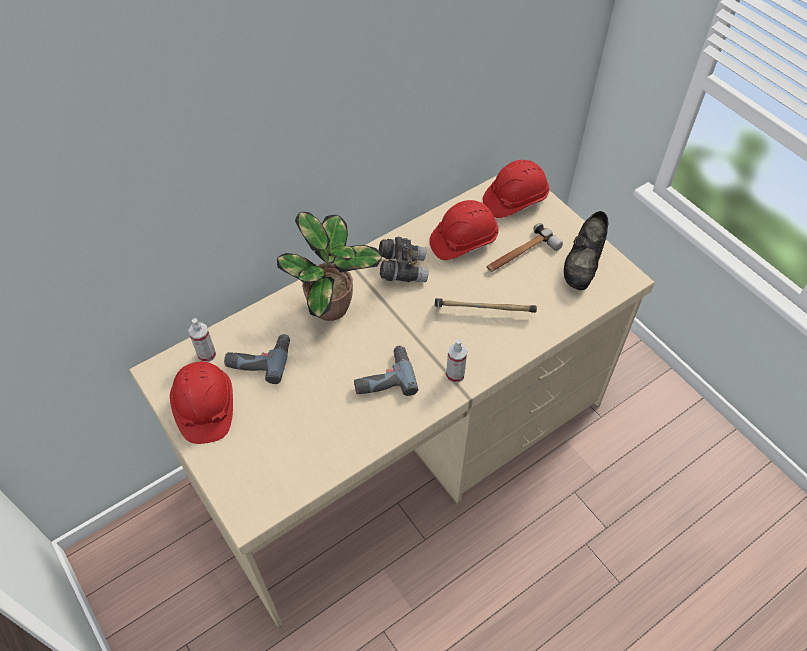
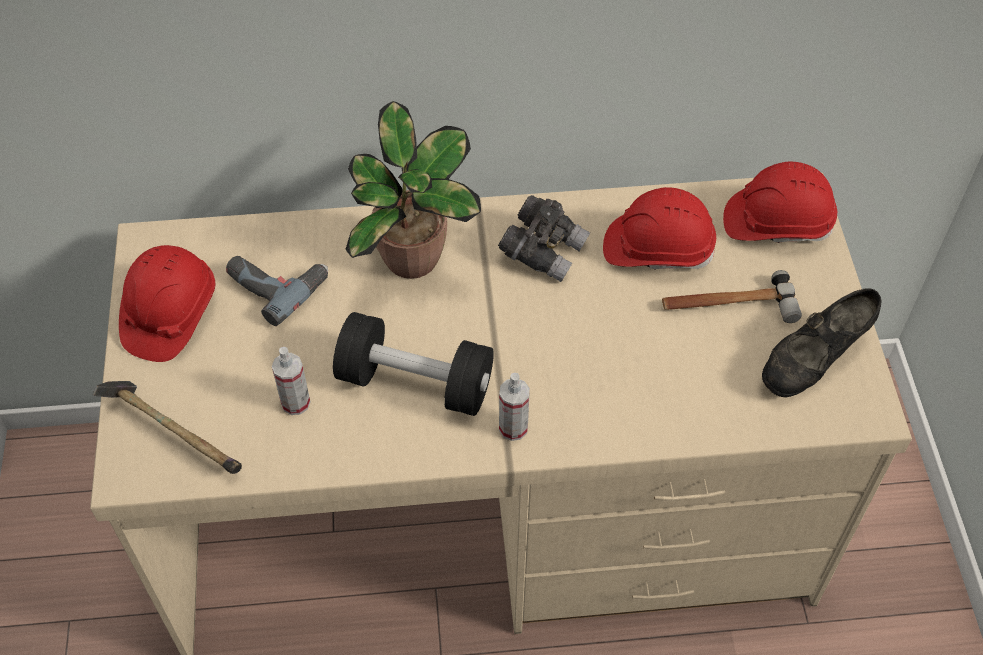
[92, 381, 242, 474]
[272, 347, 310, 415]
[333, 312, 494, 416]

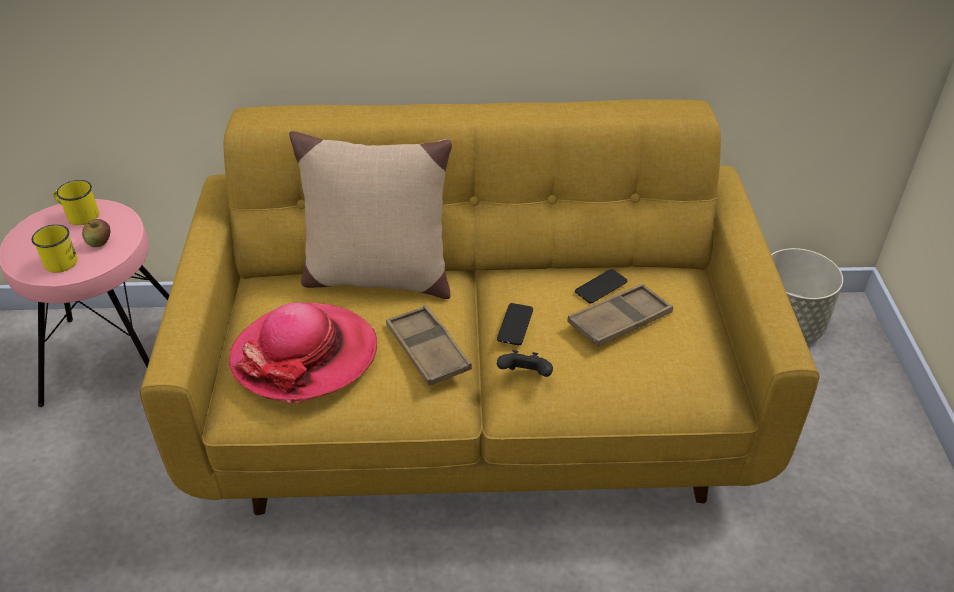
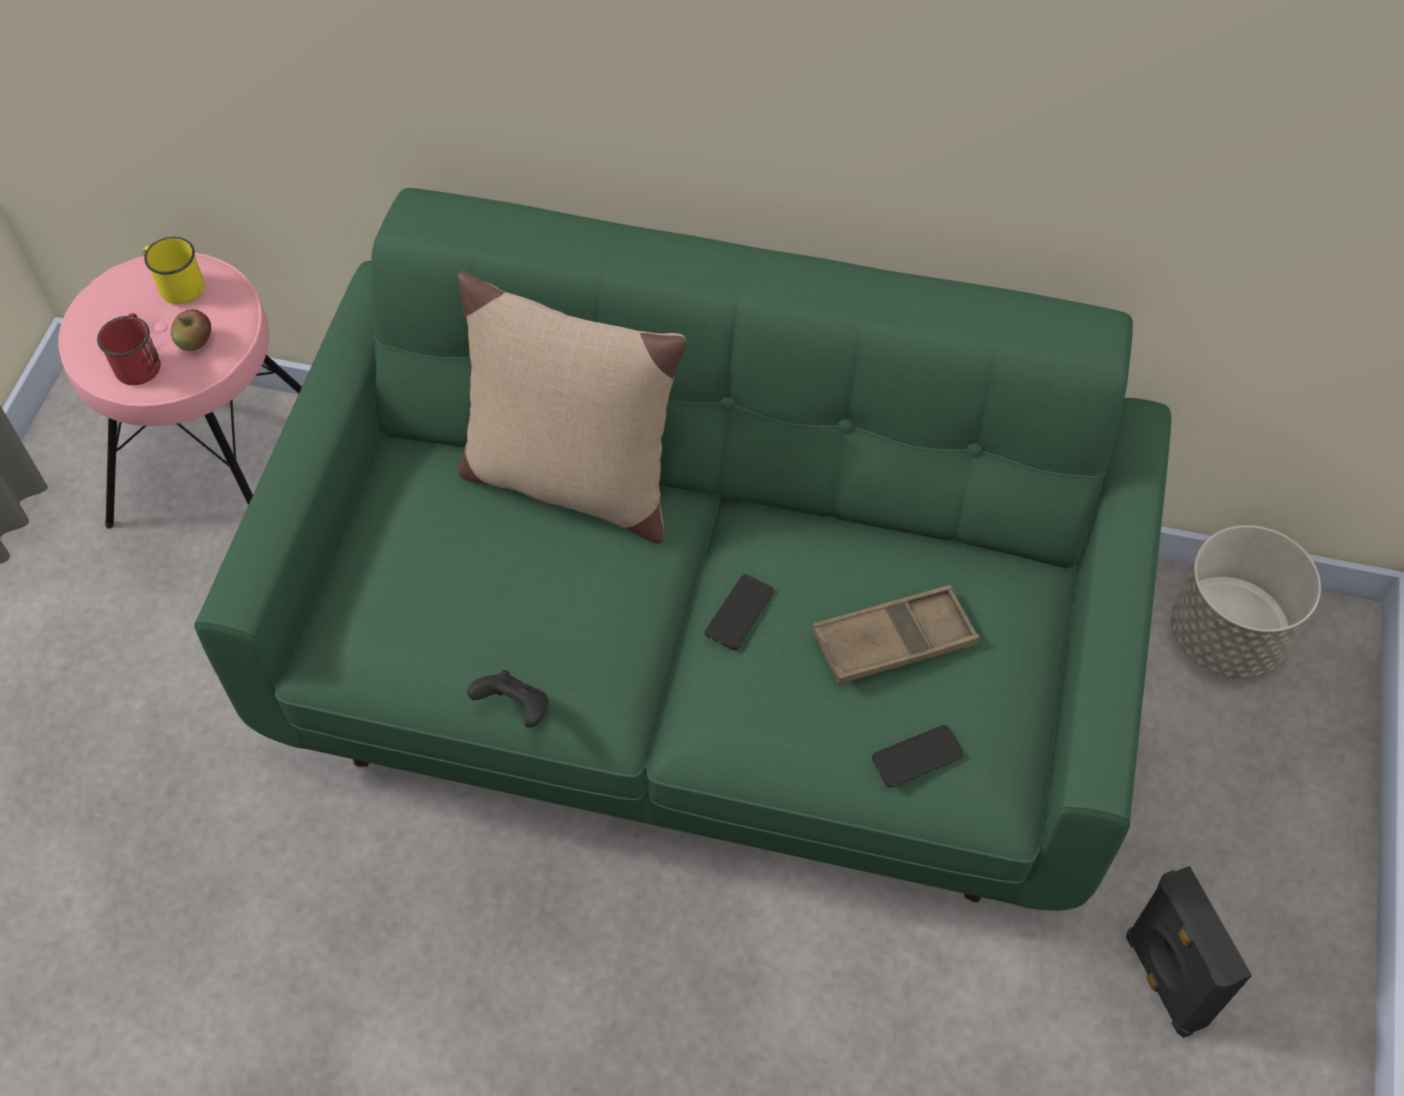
[194, 188, 1171, 911]
[97, 313, 161, 385]
[872, 725, 964, 787]
[229, 302, 377, 403] (first image)
[386, 305, 472, 386] (first image)
[467, 670, 549, 728]
[1126, 866, 1252, 1038]

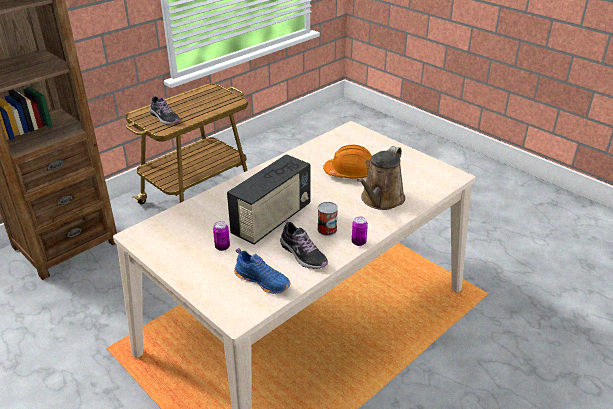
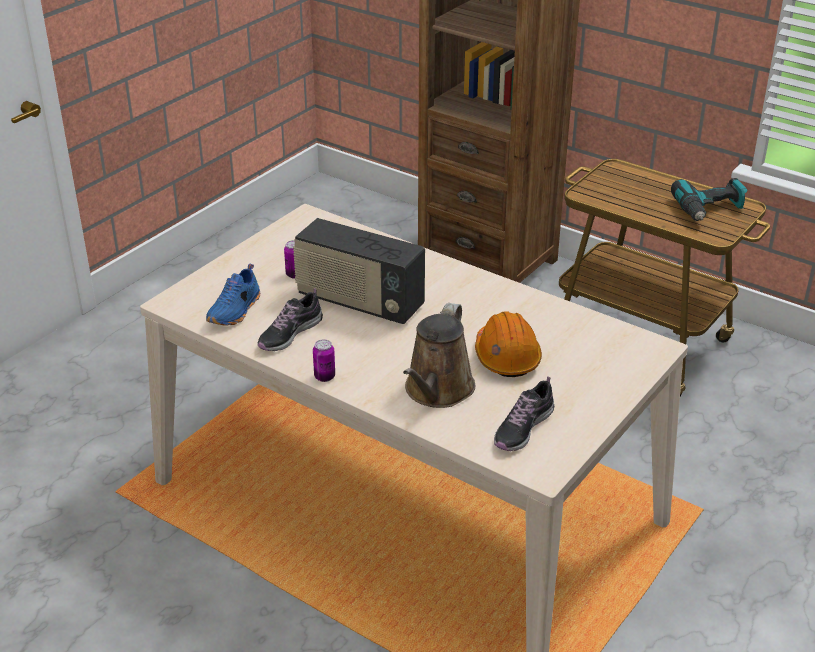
[494, 376, 554, 451]
[403, 303, 475, 408]
[318, 202, 338, 236] (first image)
[671, 178, 748, 221]

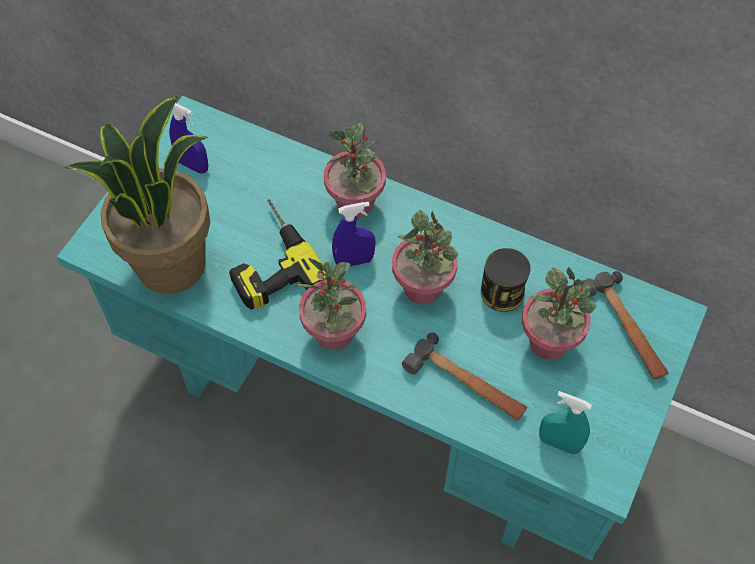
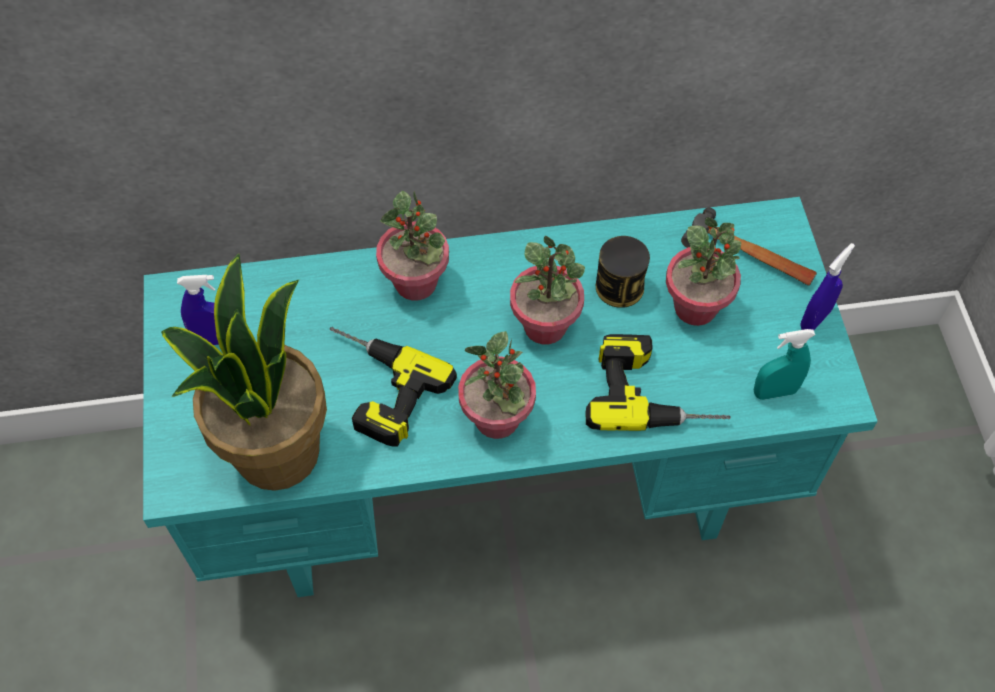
[800, 243, 855, 330]
[586, 334, 731, 431]

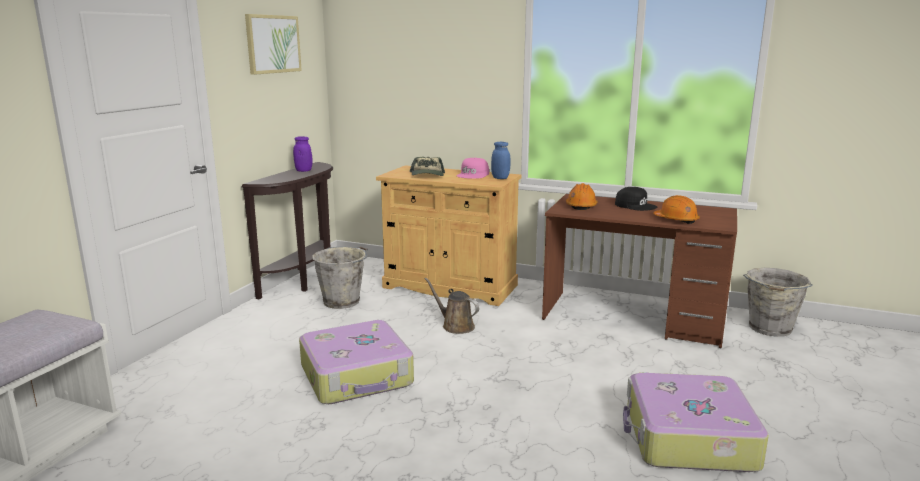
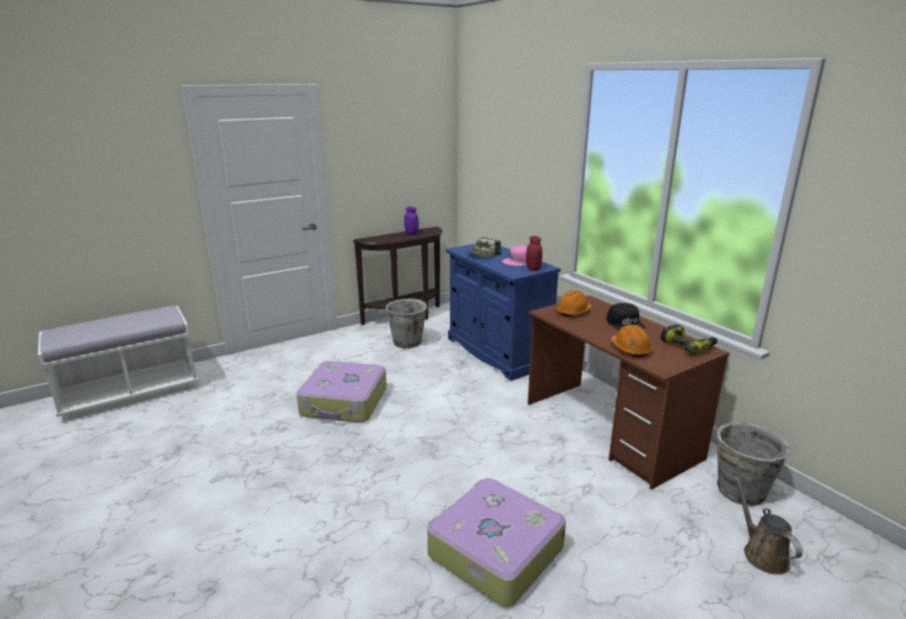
[245, 14, 302, 75] (first image)
[526, 236, 542, 271]
[445, 244, 561, 381]
[735, 477, 803, 575]
[661, 324, 717, 354]

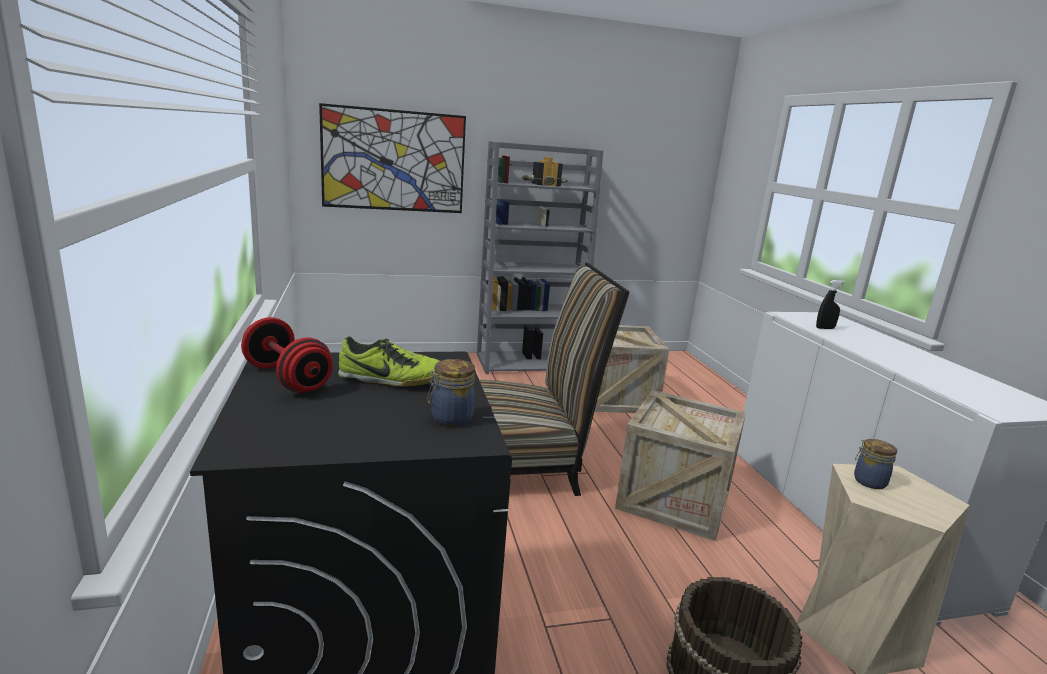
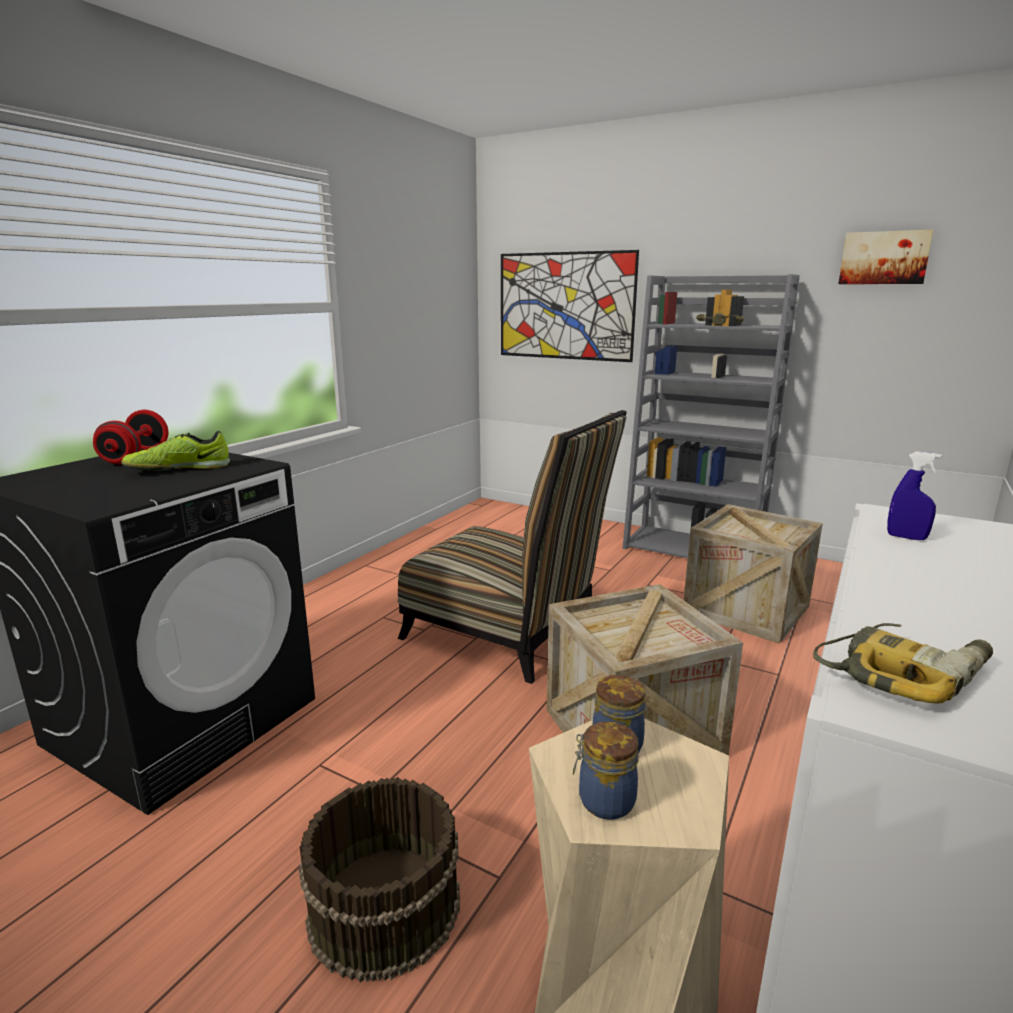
[887, 451, 942, 540]
[121, 431, 230, 470]
[573, 721, 639, 820]
[839, 230, 933, 284]
[813, 623, 993, 704]

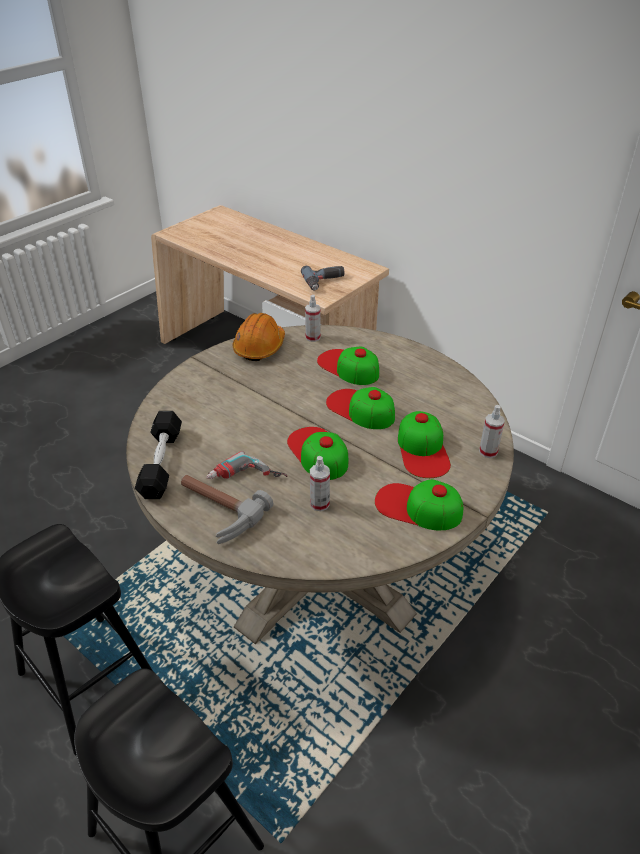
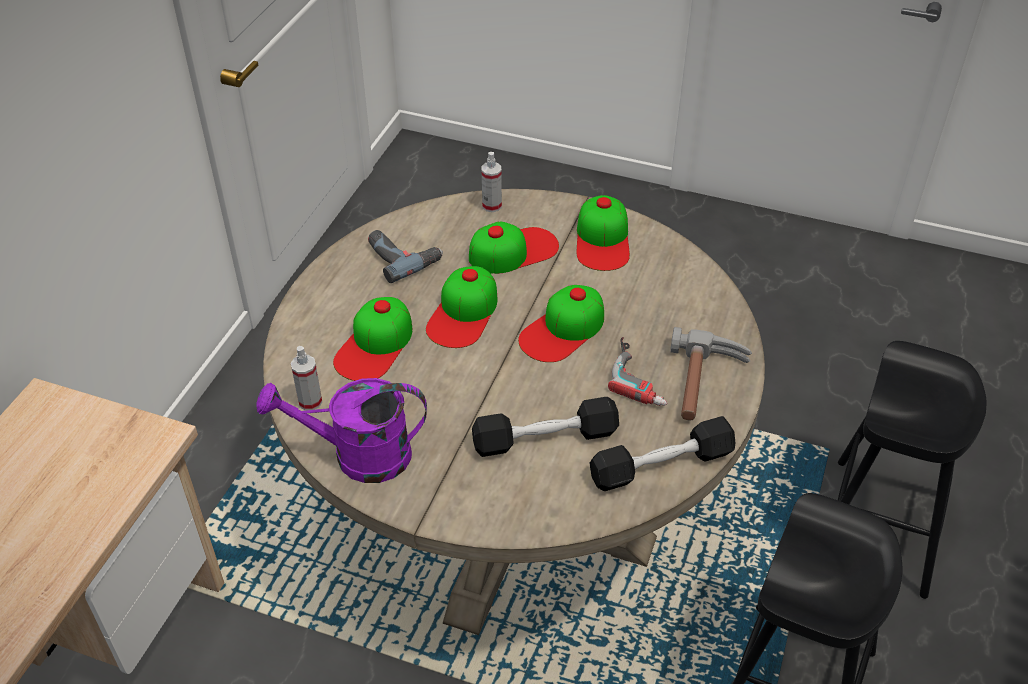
[368, 230, 443, 283]
[256, 378, 427, 483]
[310, 456, 330, 511] (first image)
[472, 397, 619, 457]

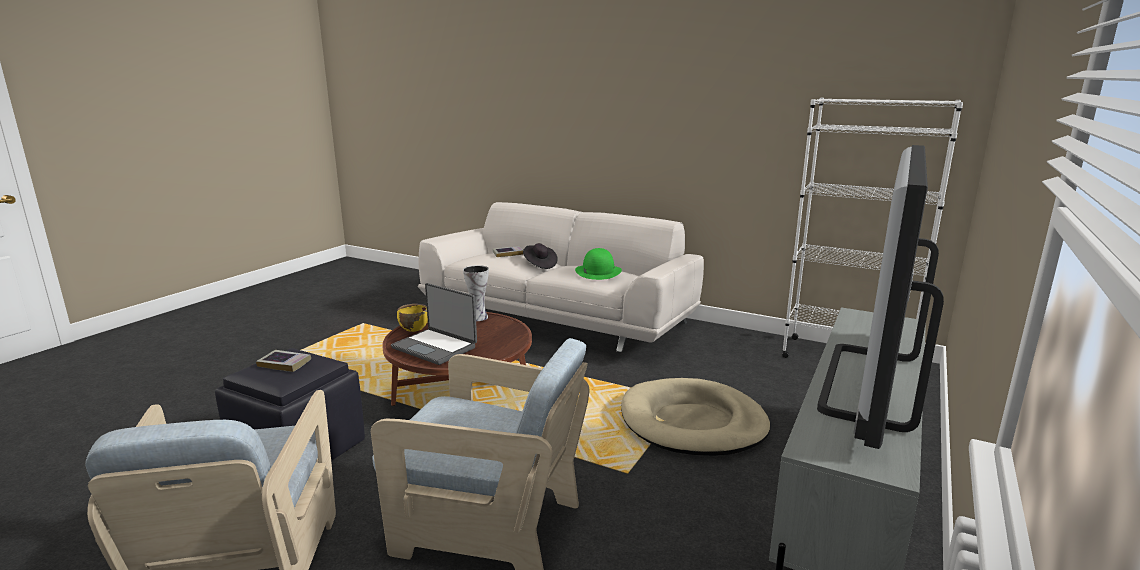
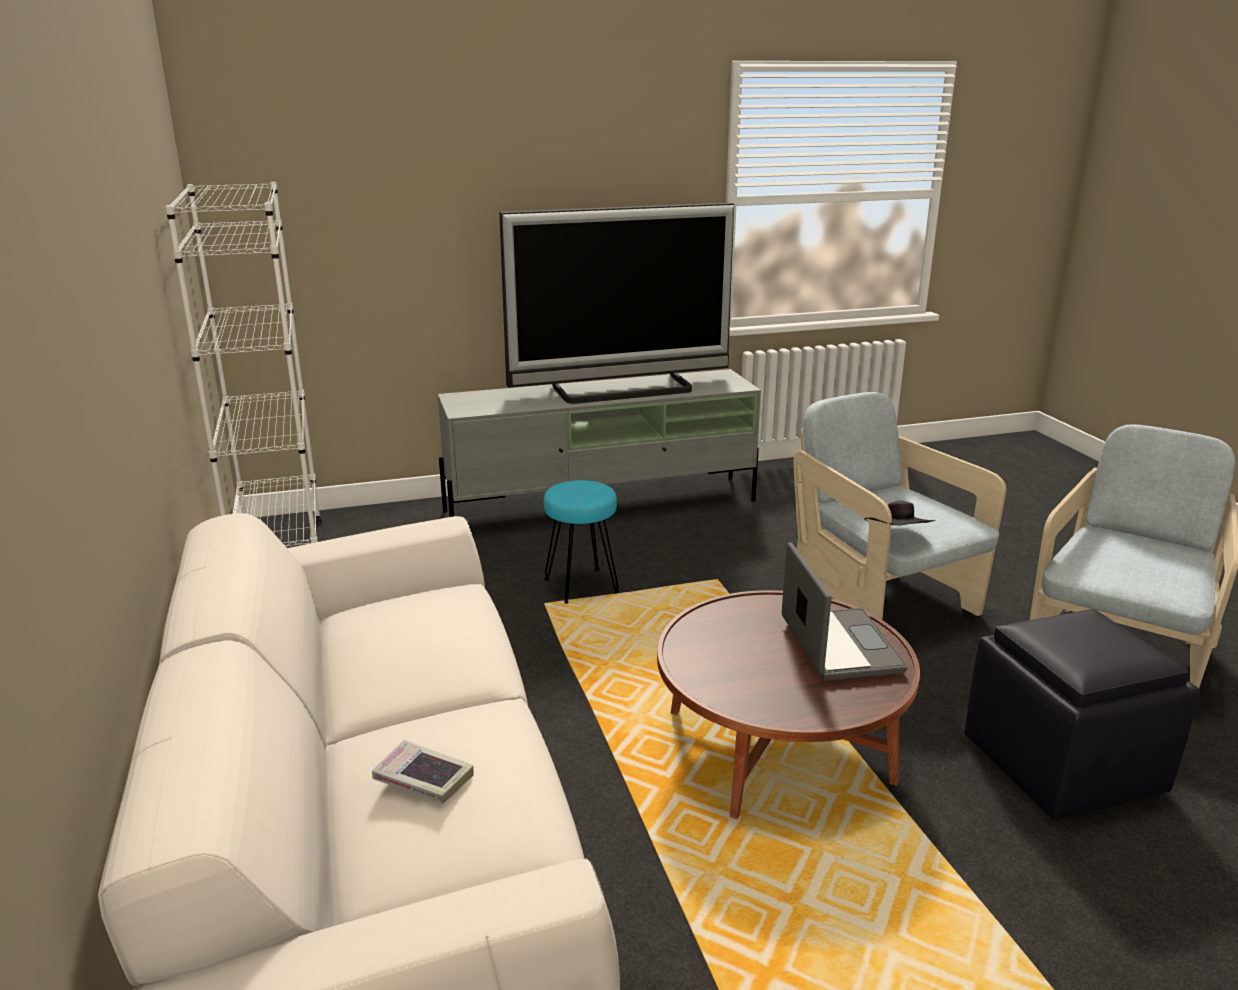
[864, 501, 935, 525]
[575, 248, 622, 280] (first image)
[463, 265, 489, 321] (first image)
[397, 304, 428, 332] (first image)
[256, 350, 311, 372] (first image)
[544, 480, 620, 603]

